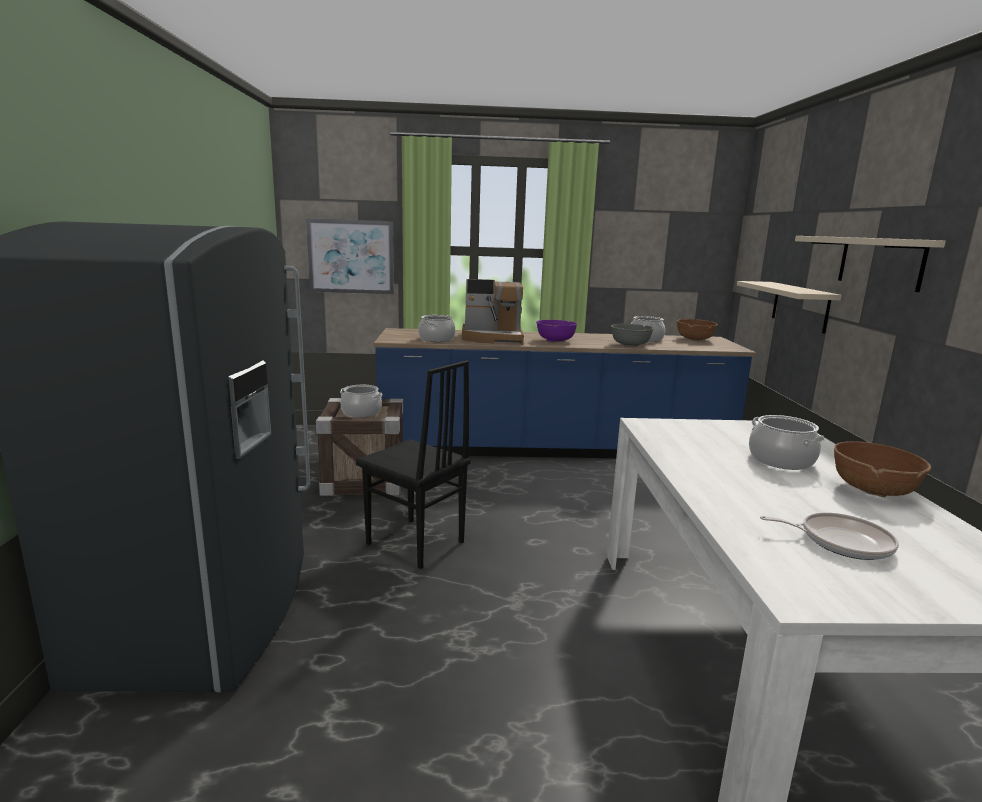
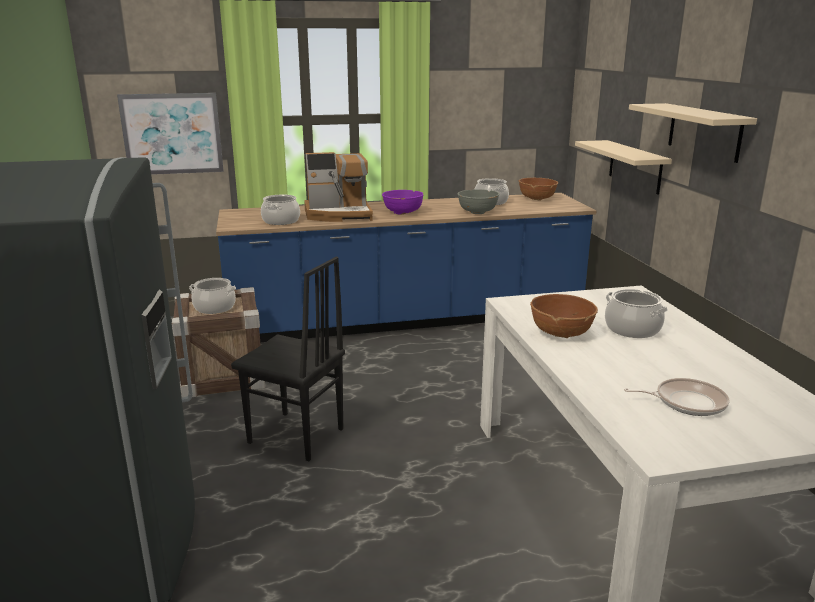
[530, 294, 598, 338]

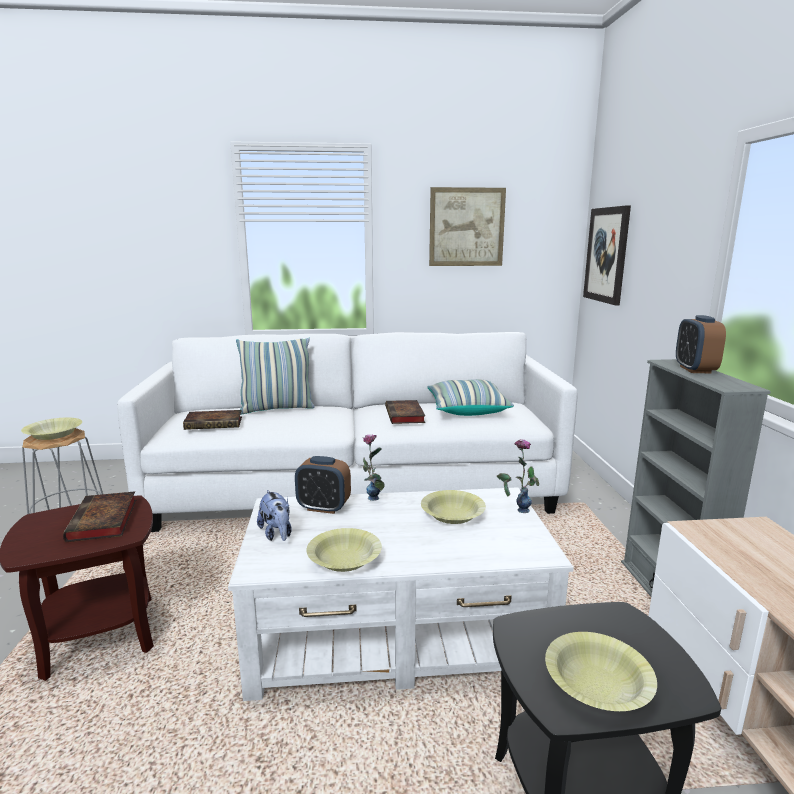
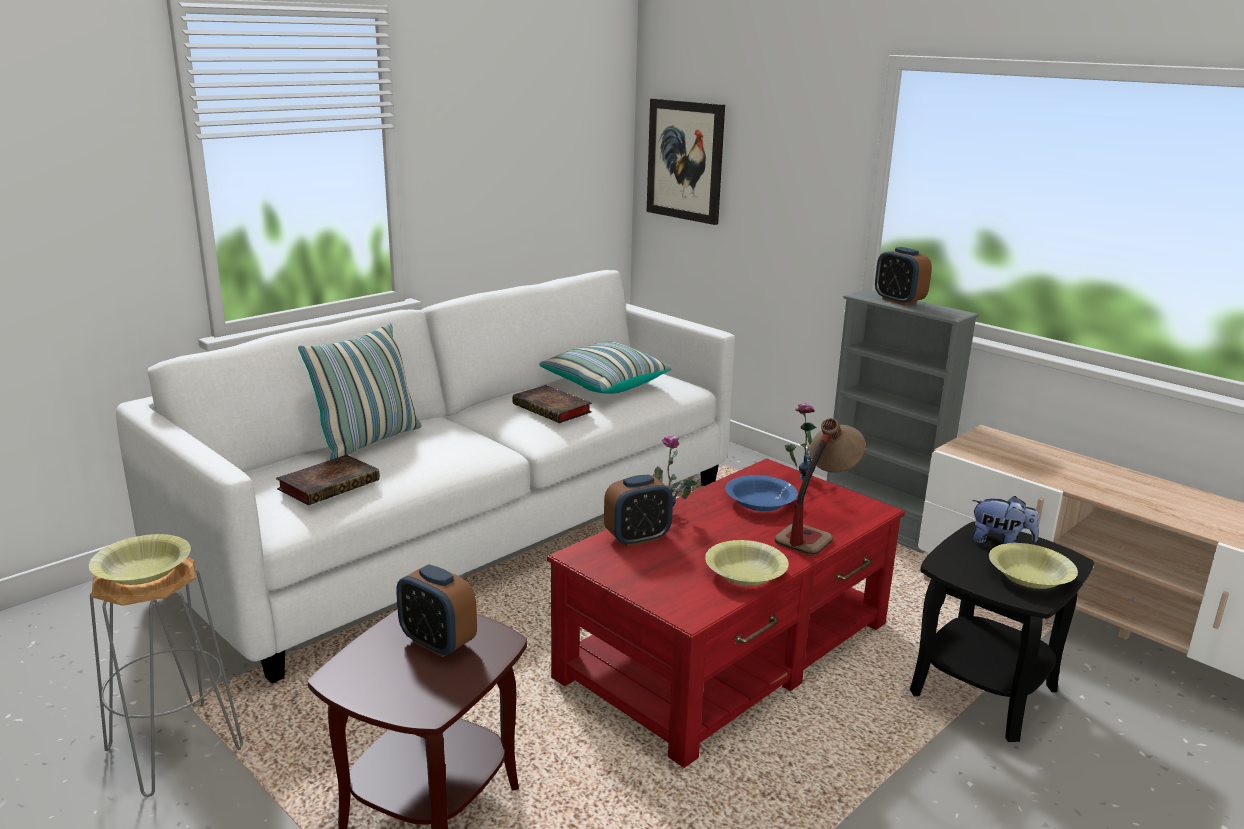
[429, 187, 506, 266] (first image)
[547, 458, 905, 768]
[972, 496, 1039, 544]
[725, 475, 798, 511]
[396, 564, 477, 657]
[774, 418, 866, 555]

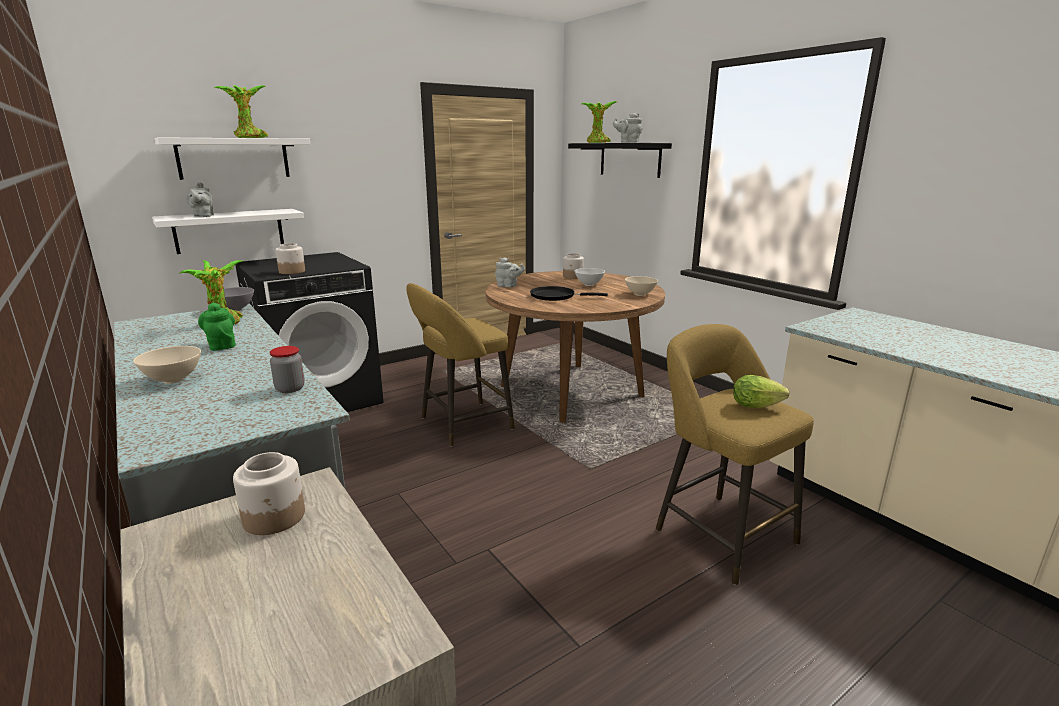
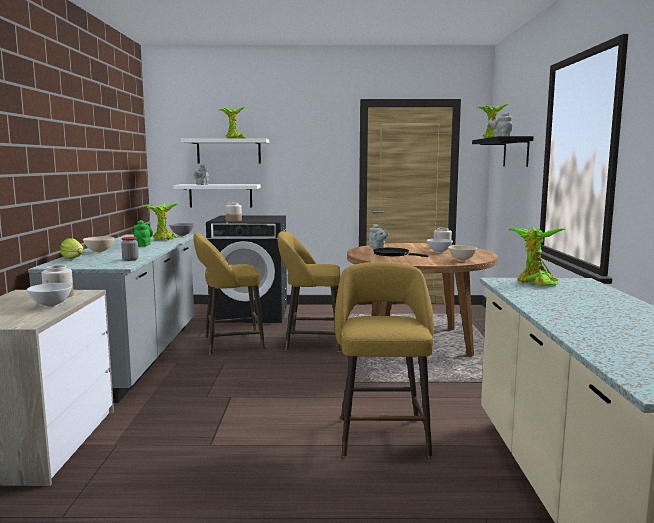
[60, 238, 83, 259]
[508, 227, 565, 286]
[193, 233, 265, 355]
[27, 283, 72, 307]

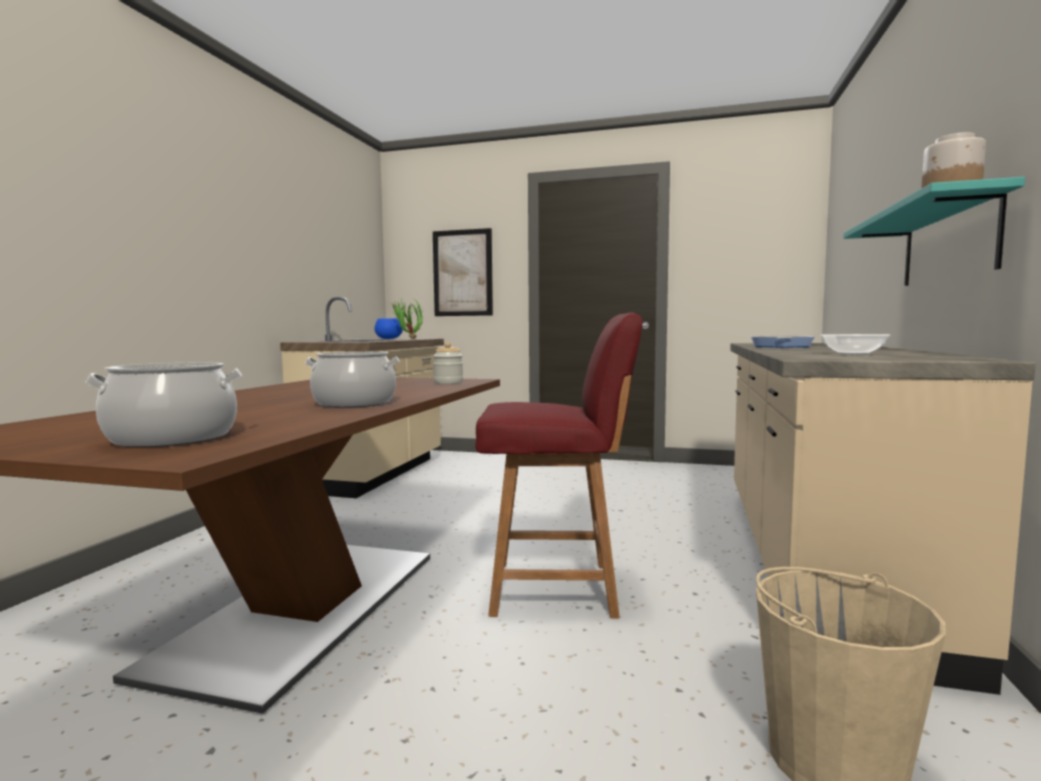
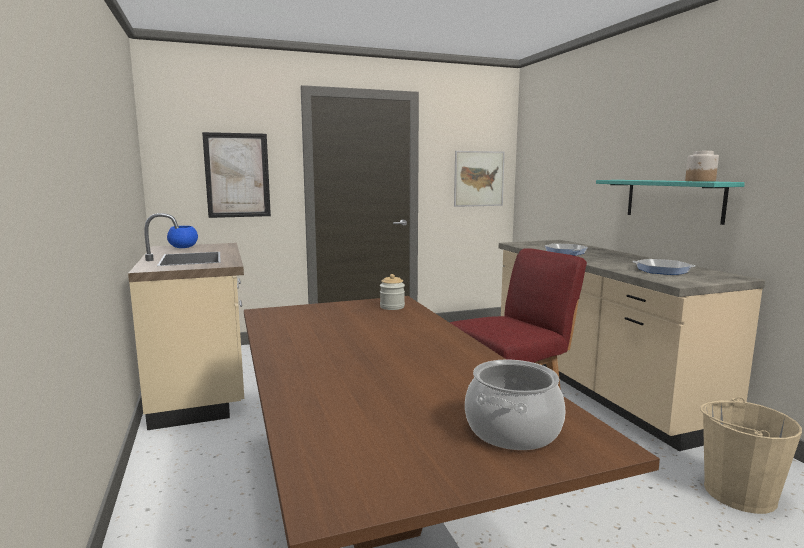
[391, 298, 423, 339] (first image)
[632, 259, 696, 275]
[305, 352, 400, 408] (first image)
[454, 151, 505, 207]

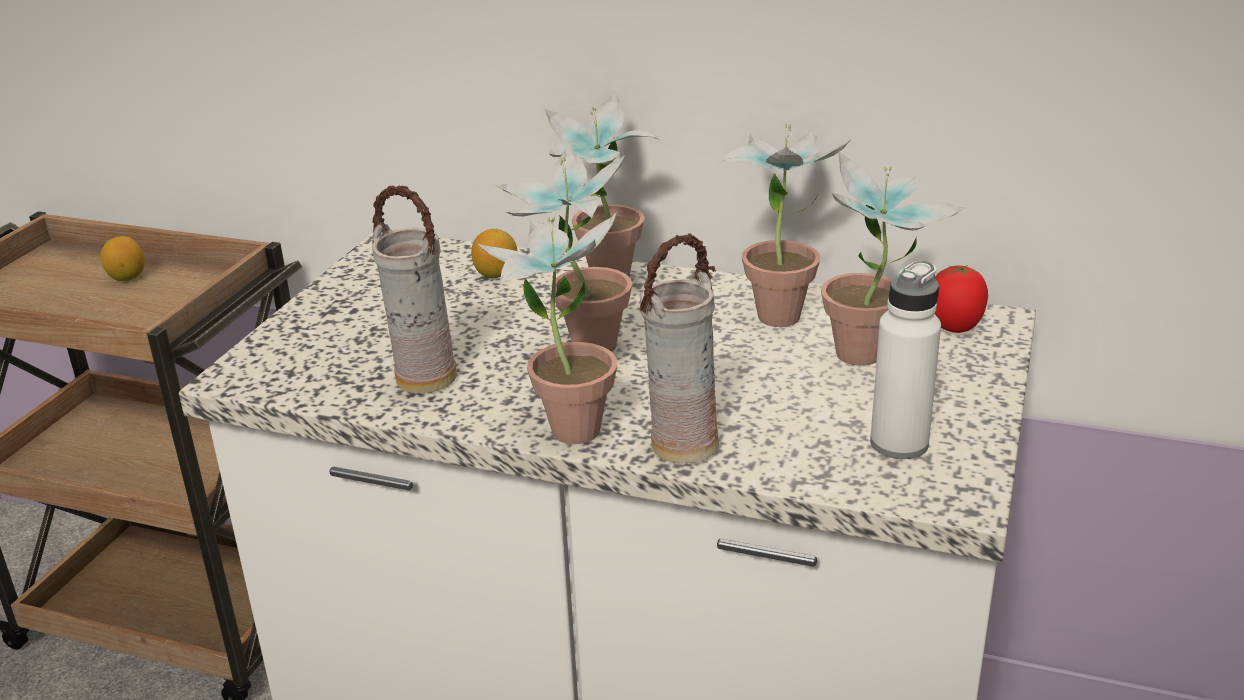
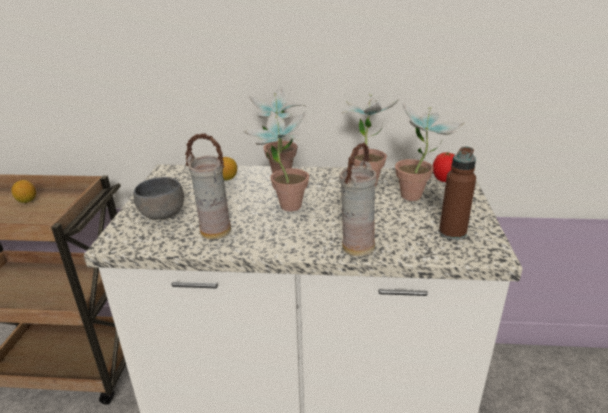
[476, 213, 617, 444] (first image)
[439, 147, 476, 240]
[134, 177, 184, 220]

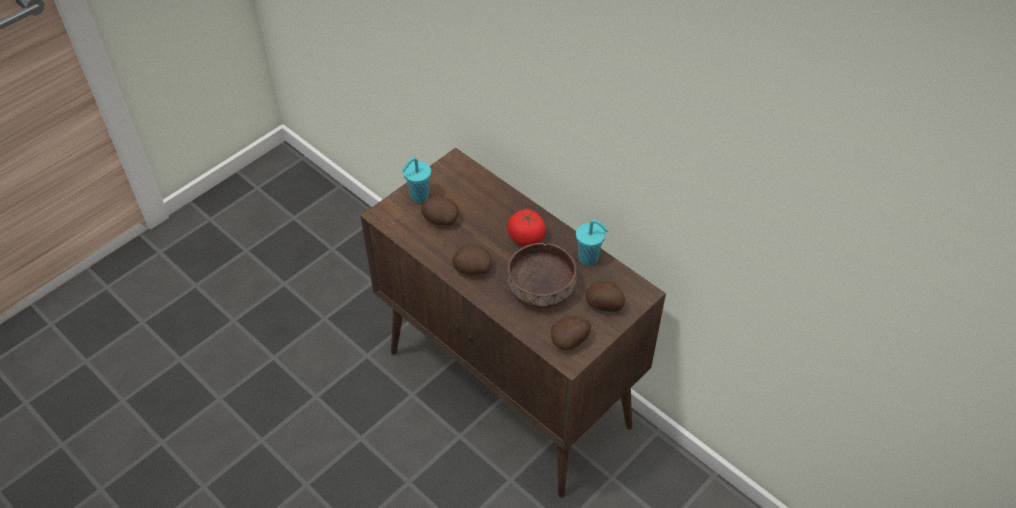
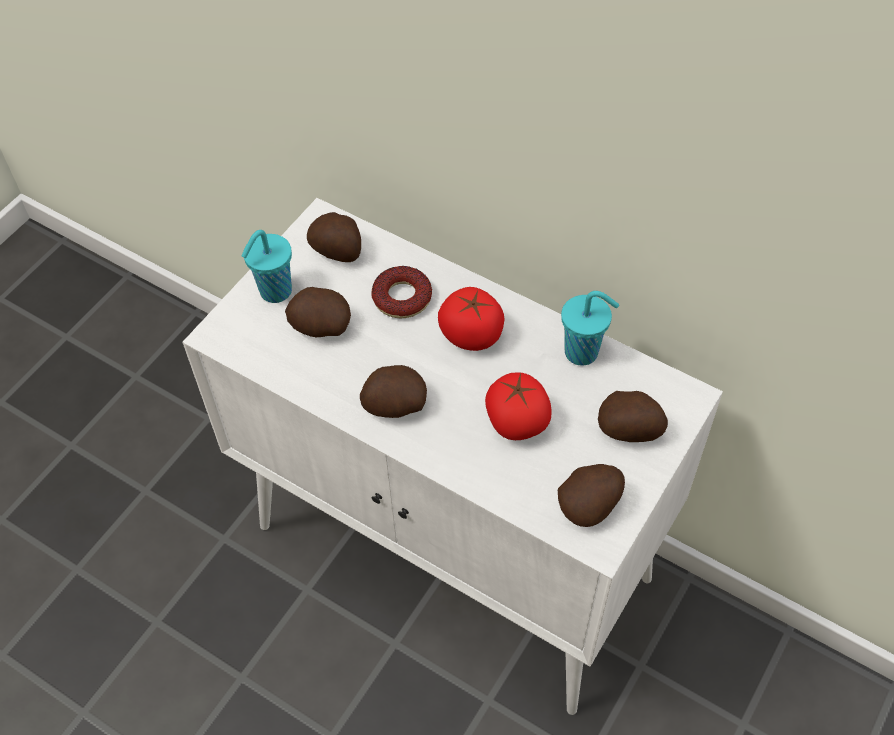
[182, 198, 723, 715]
[485, 372, 552, 440]
[307, 212, 361, 262]
[371, 266, 432, 318]

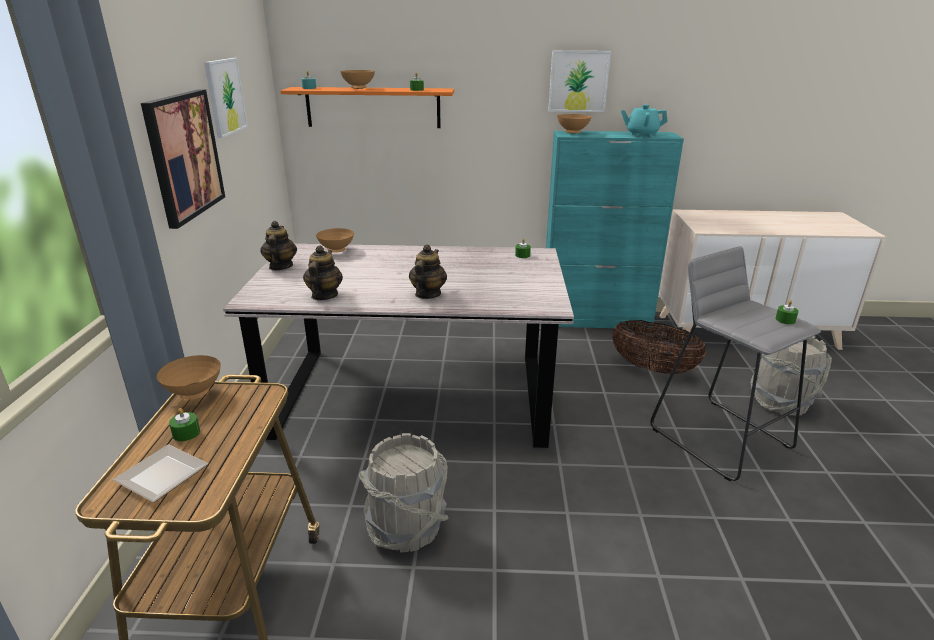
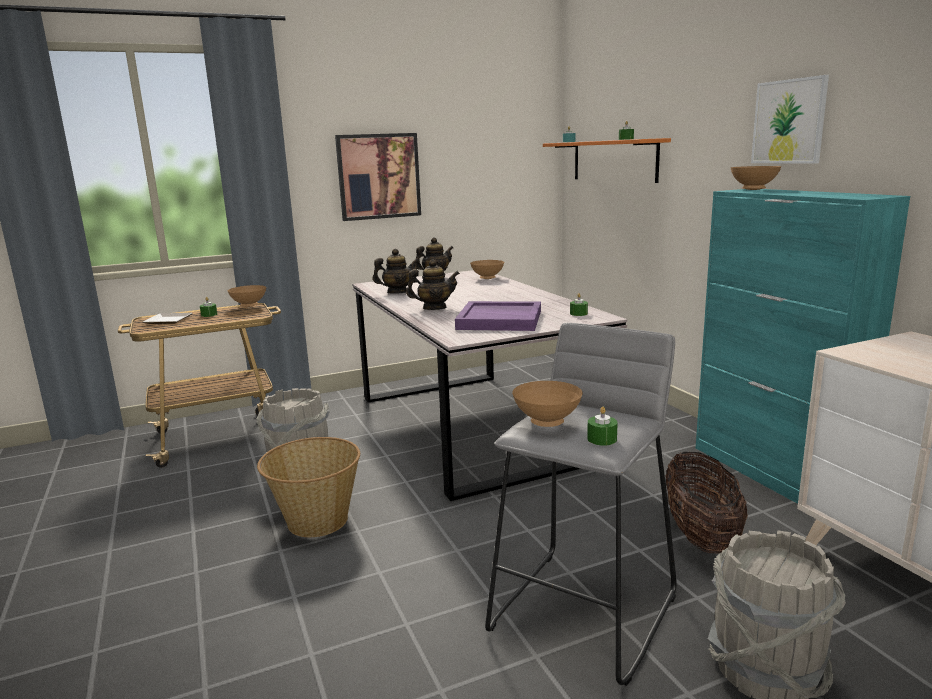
[204, 58, 248, 138] (first image)
[512, 381, 583, 427]
[621, 105, 668, 137] (first image)
[455, 301, 541, 331]
[257, 437, 360, 537]

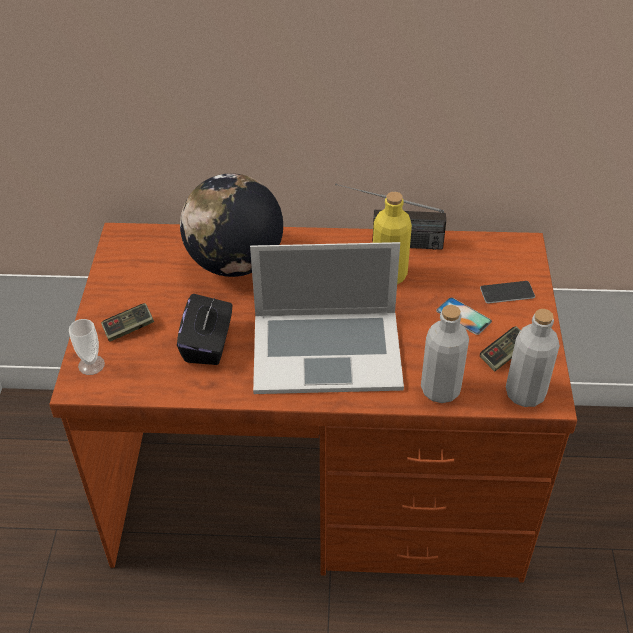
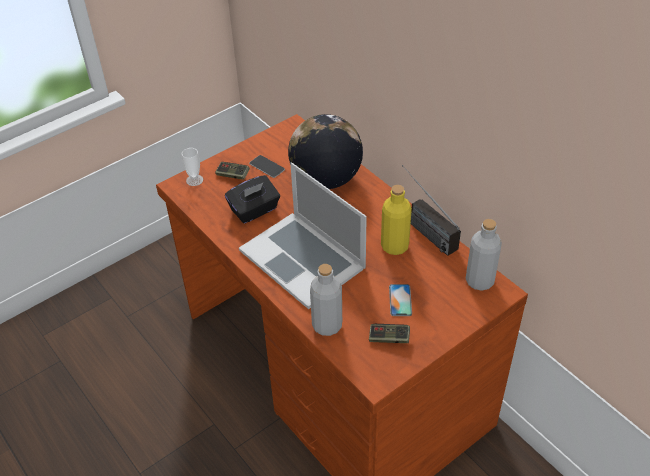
[249, 155, 285, 178]
[466, 219, 502, 291]

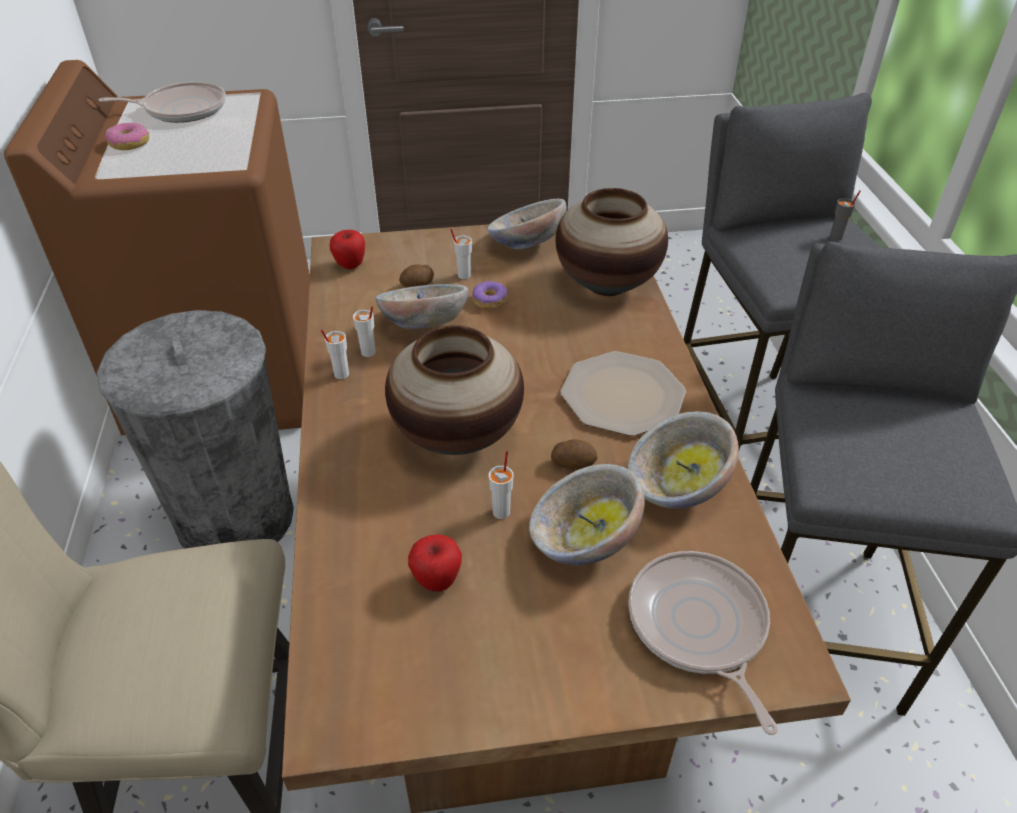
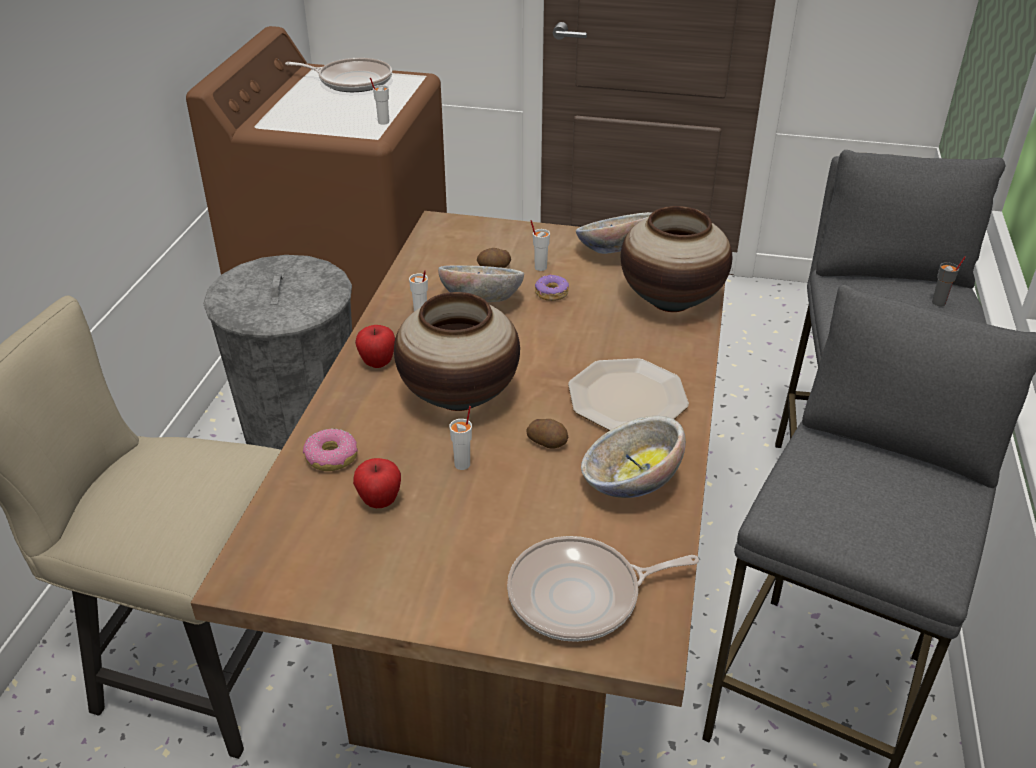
[303, 428, 358, 471]
[355, 325, 395, 368]
[370, 78, 389, 125]
[529, 464, 645, 565] (first image)
[507, 536, 699, 642]

